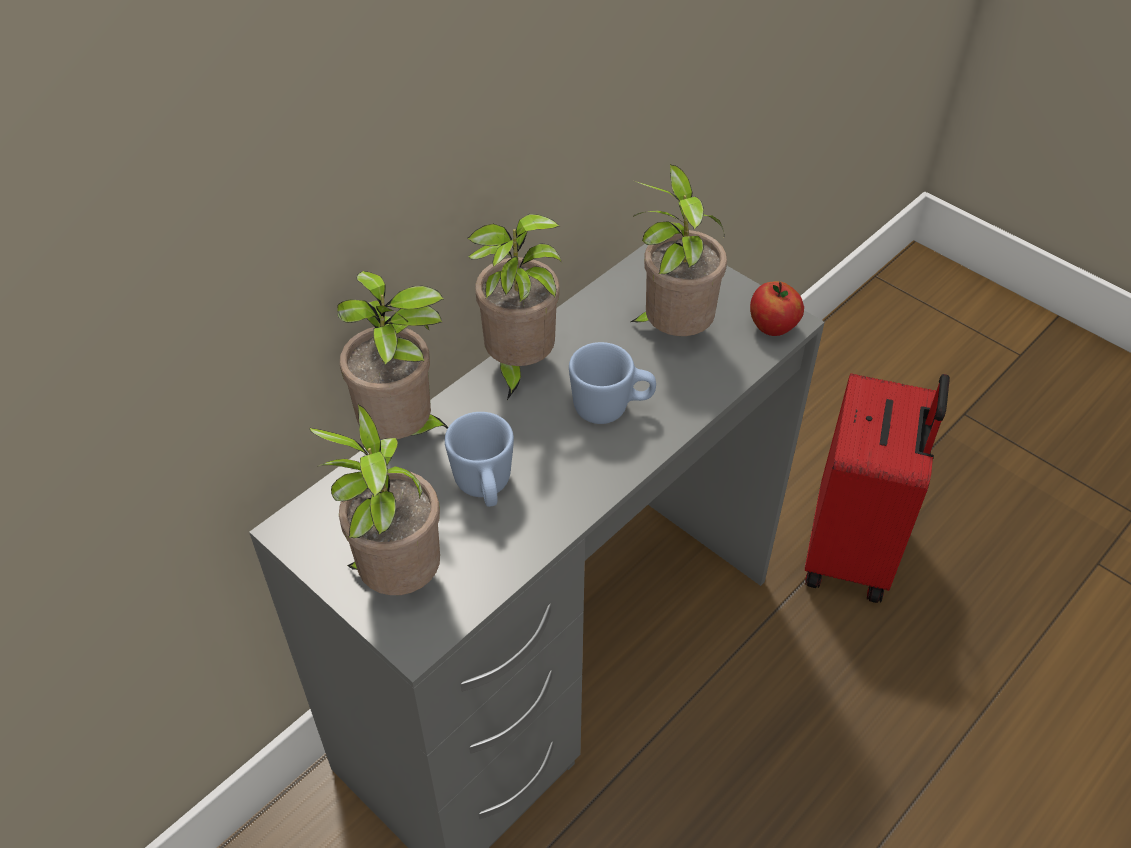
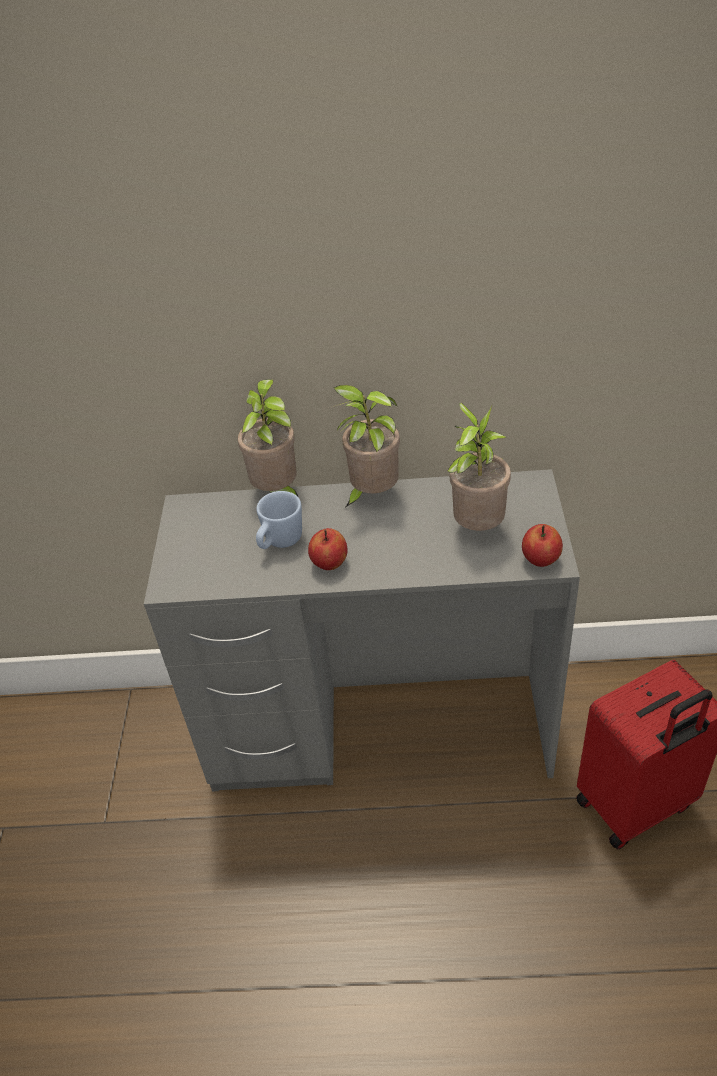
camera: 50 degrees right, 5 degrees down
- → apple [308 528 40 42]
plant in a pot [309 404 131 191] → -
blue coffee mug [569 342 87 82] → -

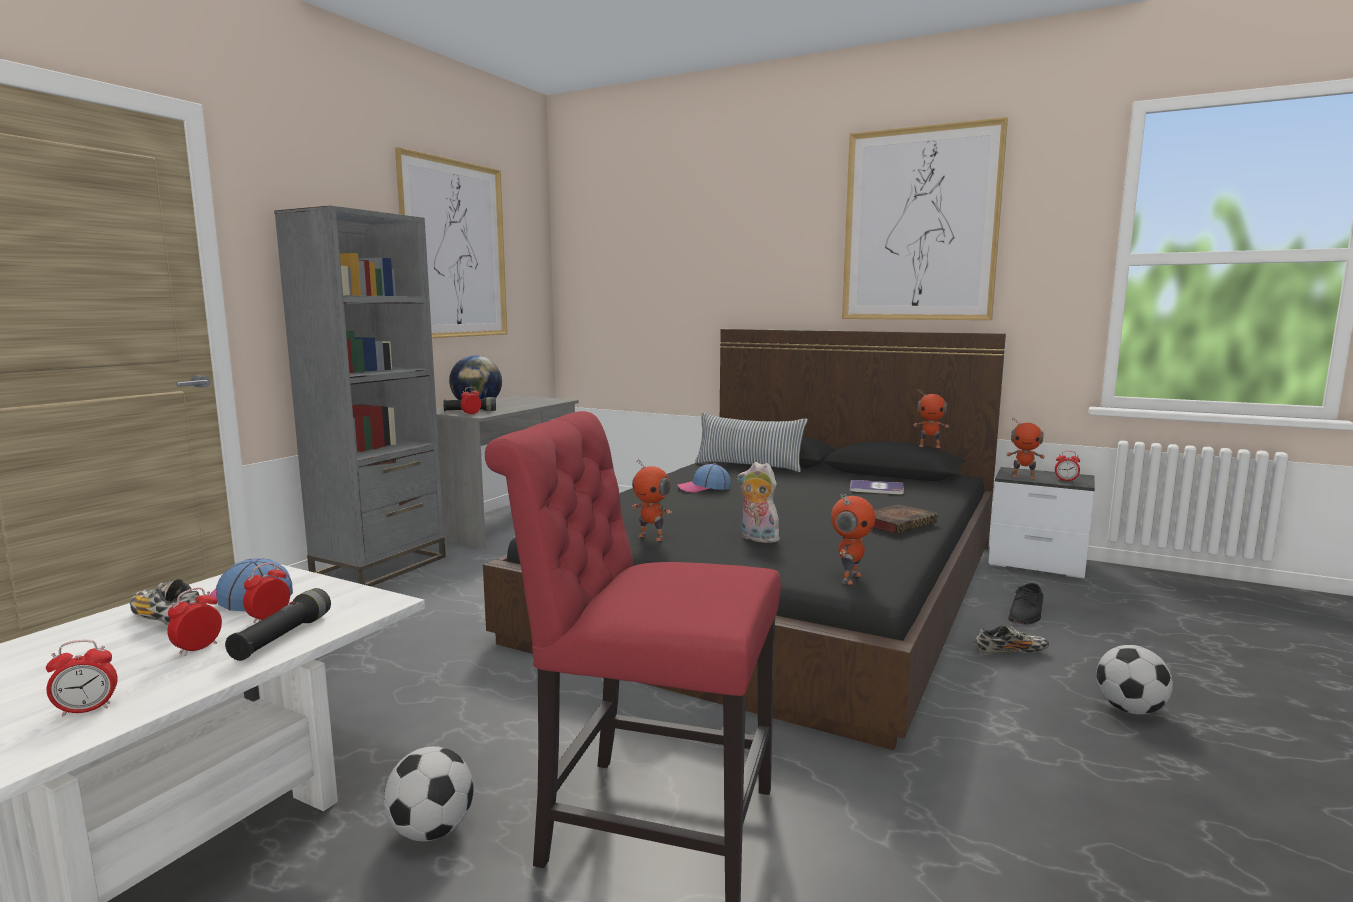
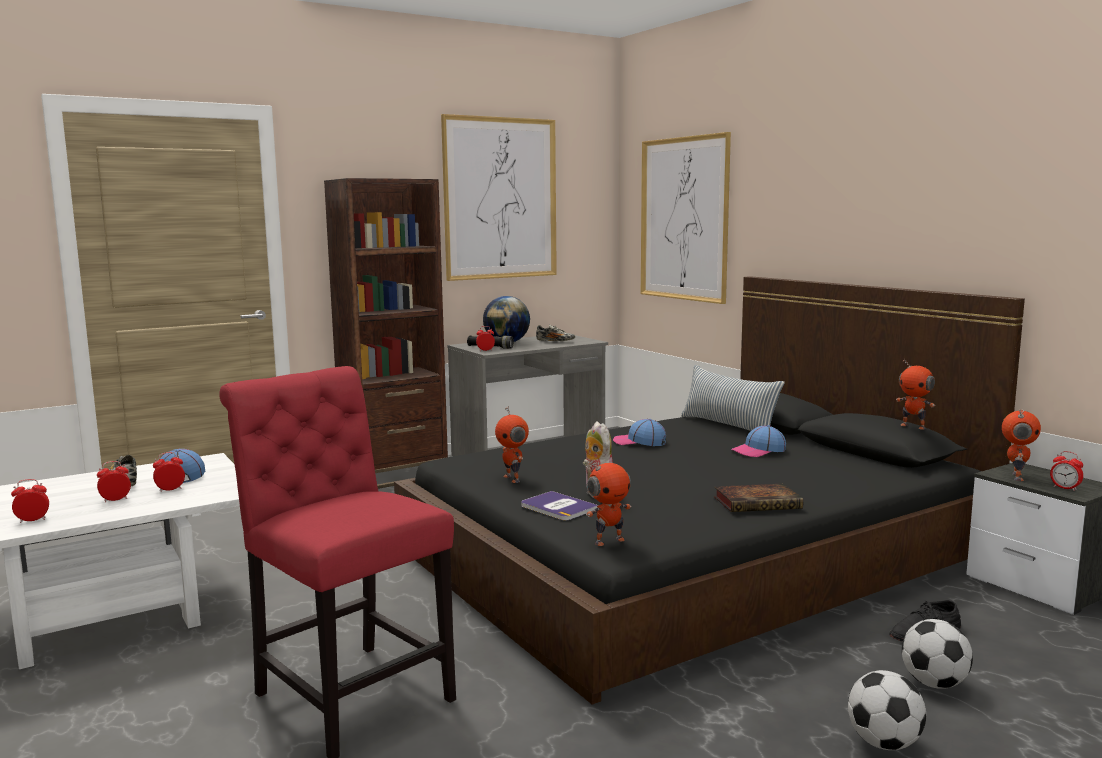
camera: 30 degrees right, 0 degrees up
table clock [46 640 72 76] → table clock [11 479 38 44], 150 degrees clockwise
greyish bookcase [274 206 172 380] → brownish bookcase [324 178 124 311]
bound book [850 480 54 15] → bound book [521 491 77 29], relocated
shoe [975 626 74 28] → shoe [536 324 39 18], relocated
wall art [842 117 166 203] → wall art [641 132 90 172], relocated
- → cap [731 425 55 32]
football ball [384 746 89 95] → football ball [902 619 71 70], relocated
robot figure [1006 417 39 62] → robot figure [1002 410 39 71], 120 degrees counterclockwise
black-coloured torch [225 588 106 73] → -

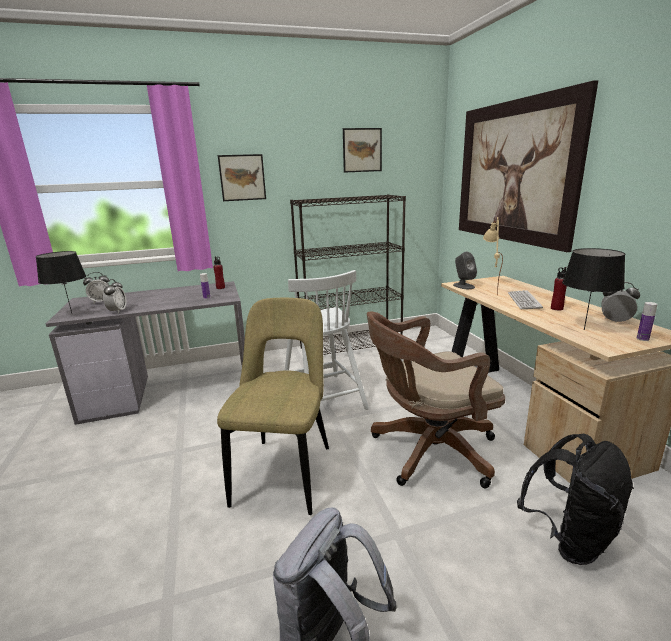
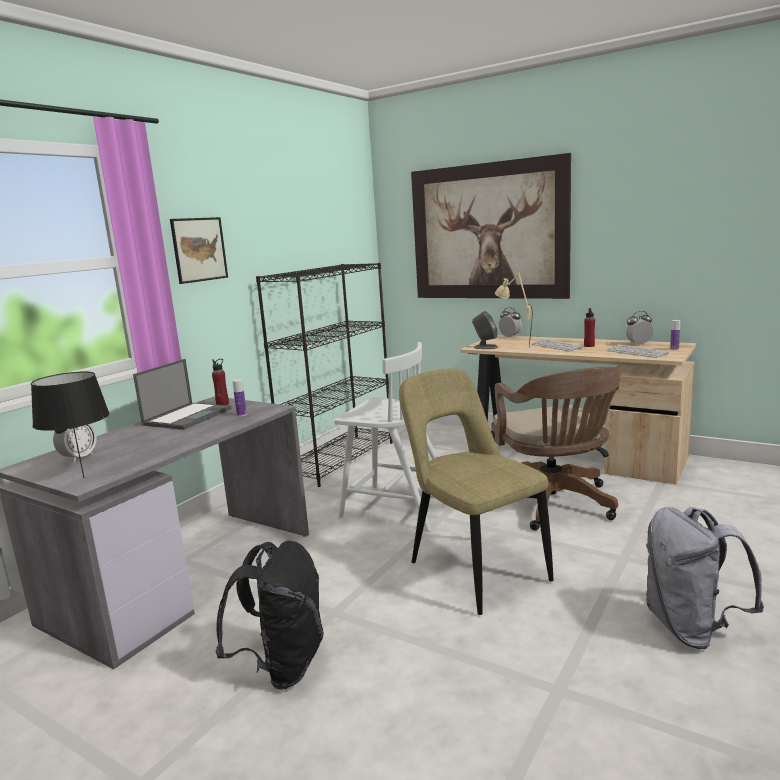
camera: 40 degrees left, 5 degrees down
- → notebook computer [133 359 99 71]
black-coloured backpack [517 434 117 131] → black-coloured backpack [216 541 108 149], relocated
brownish office chair [367 312 138 176] → brownish office chair [491 367 130 163], 45 degrees counterclockwise
table clock [103 279 24 34] → table clock [499 307 23 30], relocated
black-coloured table lamp [562 248 63 82] → keyboard [606 345 63 13]
wall art [343 128 39 45] → -

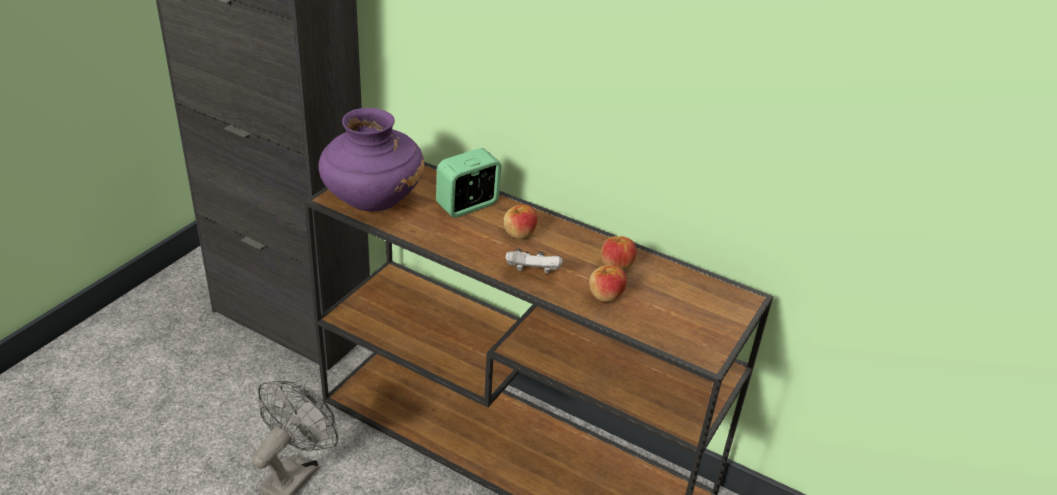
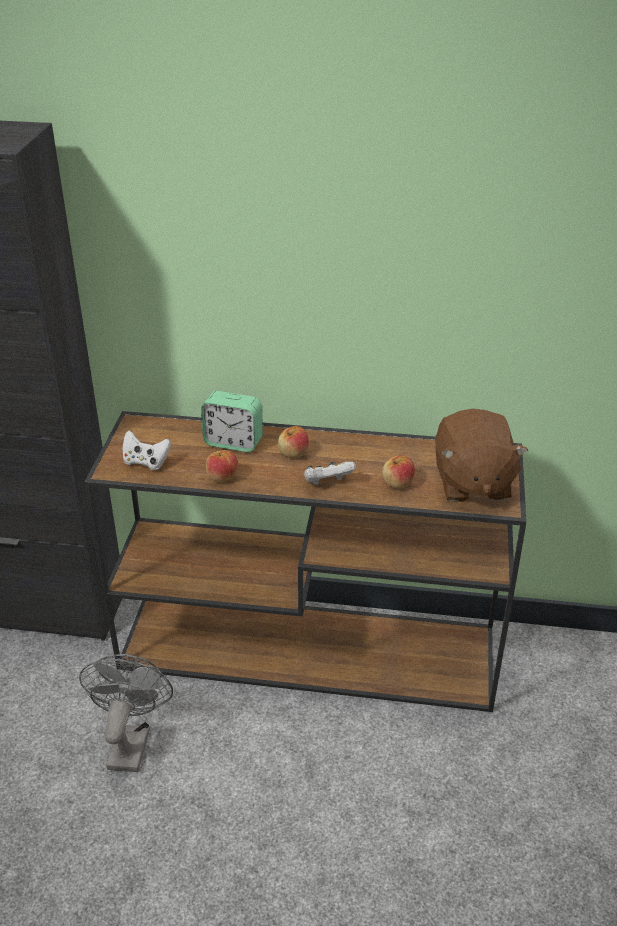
camera: 20 degrees left, 0 degrees up
purple-coloured vase [318 108 106 104] → whitish gamepad [123 431 48 39]
table clock [436 148 65 70] → table clock [201 391 62 61], 105 degrees counterclockwise
apple [601 236 36 34] → apple [206 450 32 32], relocated
- → brownish soft toy [435 409 93 93]

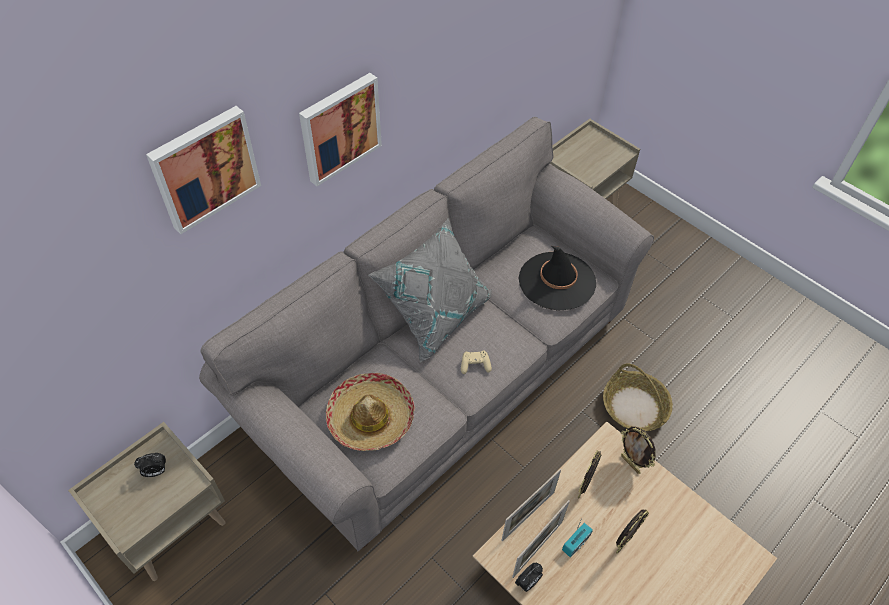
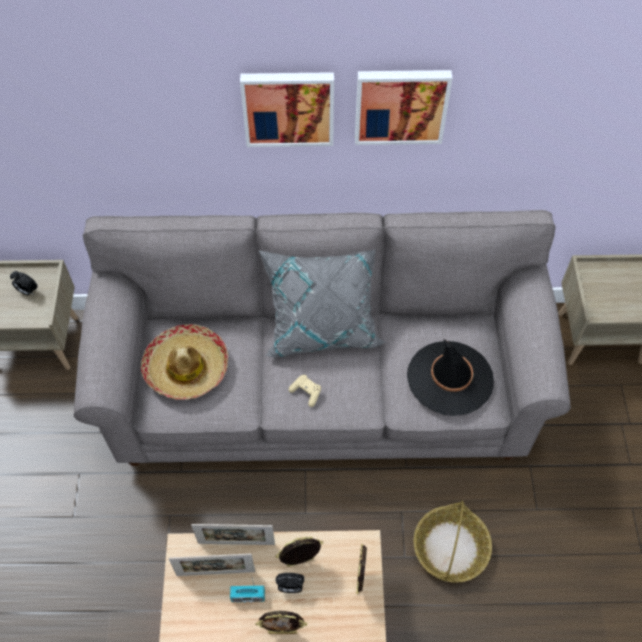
camera: 45 degrees right, 5 degrees up
table clock [515 563 28 29] → table clock [276 573 28 20], relocated
wall art [146 106 115 128] → wall art [355 70 98 75], relocated

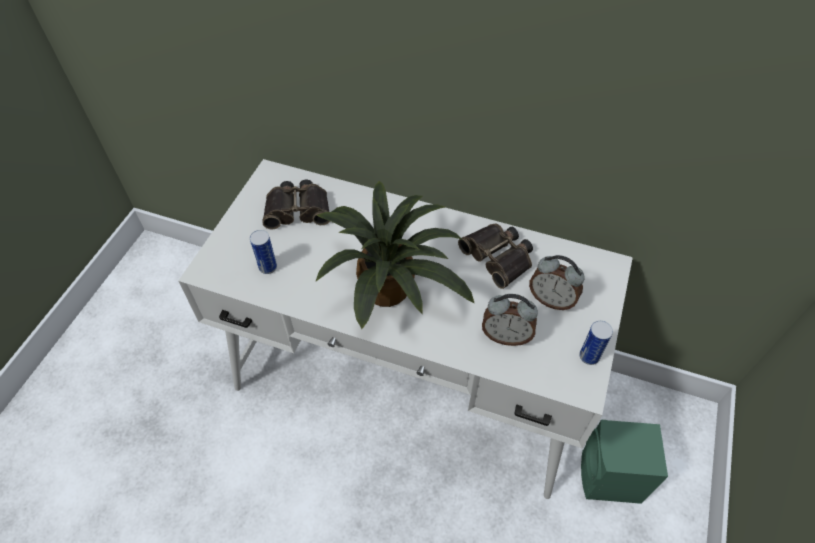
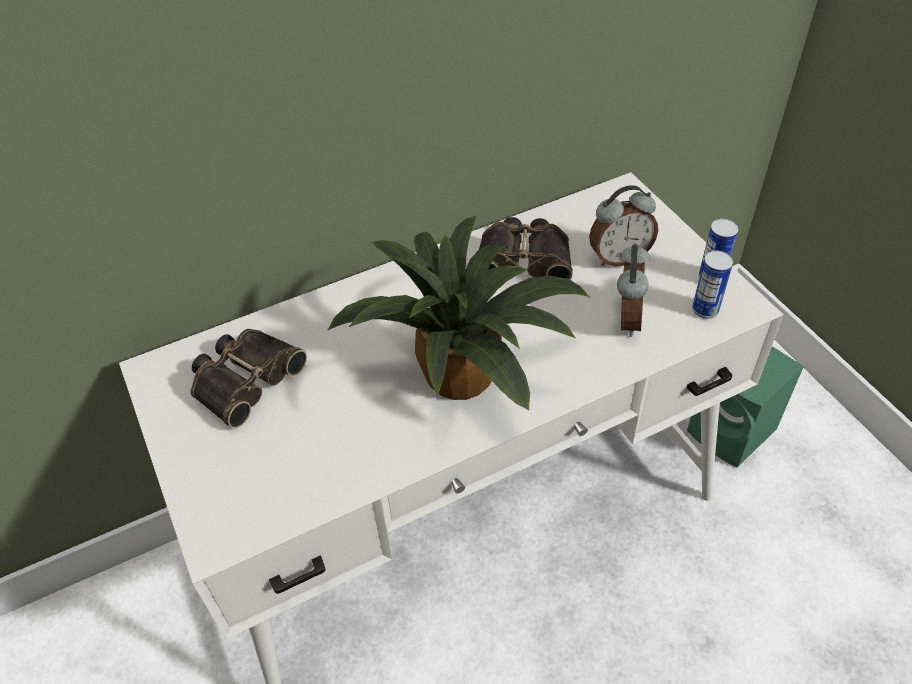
camera: 45 degrees left, 5 degrees down
table clock [482 294 56 52] → table clock [617 243 33 94], 45 degrees counterclockwise
can [250 230 27 44] → can [692 251 41 68], relocated

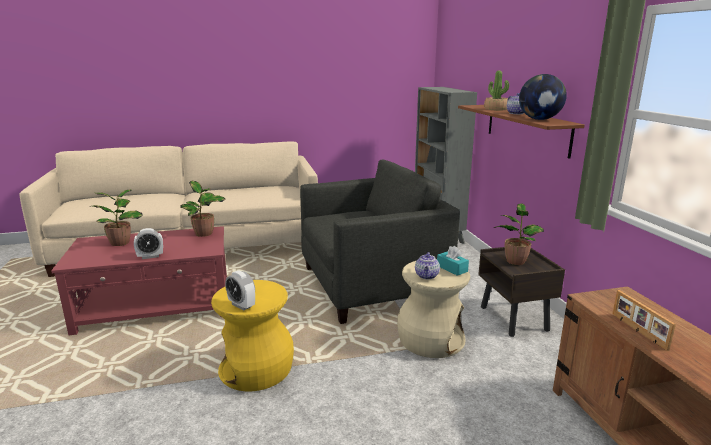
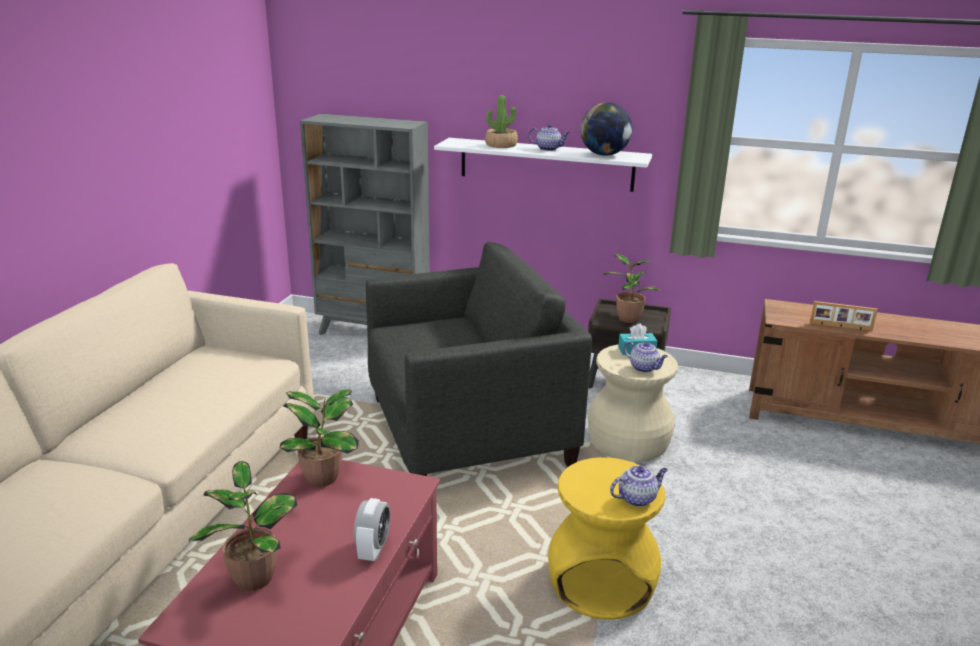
camera: 60 degrees left, 5 degrees up
greyish easy chair [300 159 160 165] → greyish easy chair [366 242 226 234], 60 degrees clockwise
brownish wall shelf [458 105 127 54] → whitish wall shelf [434 138 218 54]
table clock [225 270 30 40] → teapot [610 466 58 41]

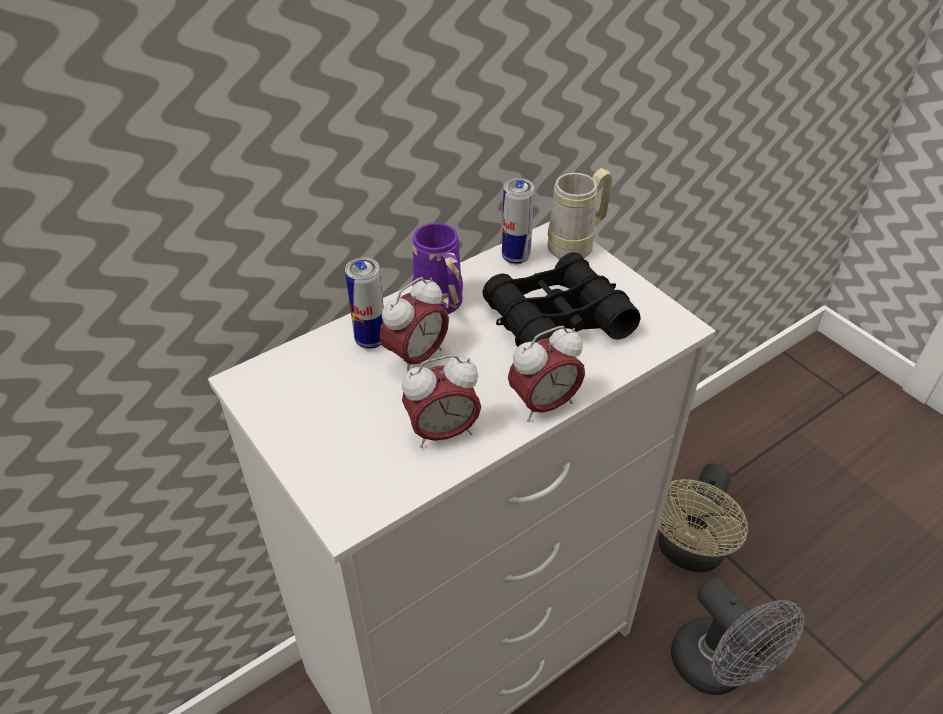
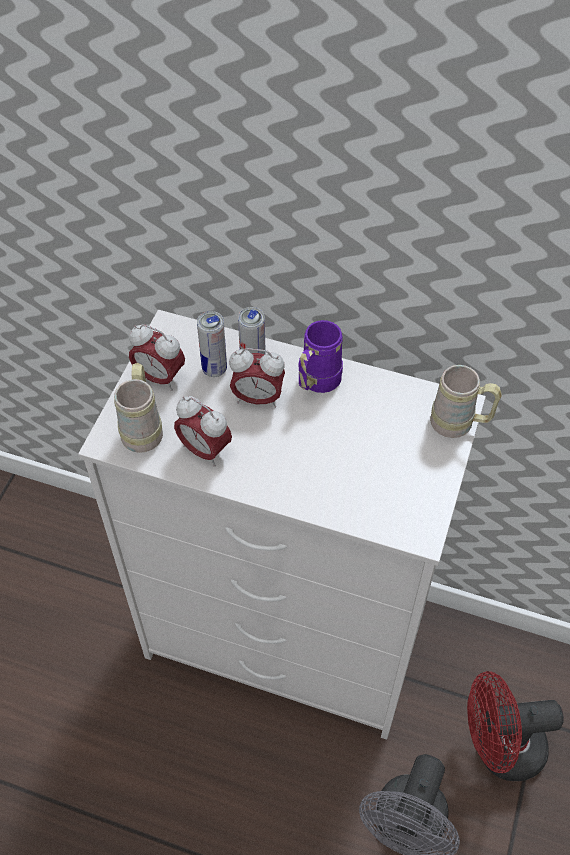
camera: 55 degrees right, 10 degrees up
- → sand-coloured coffee mug [114 363 49 90]
table clock [508 326 77 96] → table clock [129 324 56 66], relocated
can [502 178 32 86] → can [197 311 30 66], relocated
sand-coloured fan [658 463 90 110] → red fan [467 671 97 110]
black-coloured field glasses [482 252 159 95] → -

